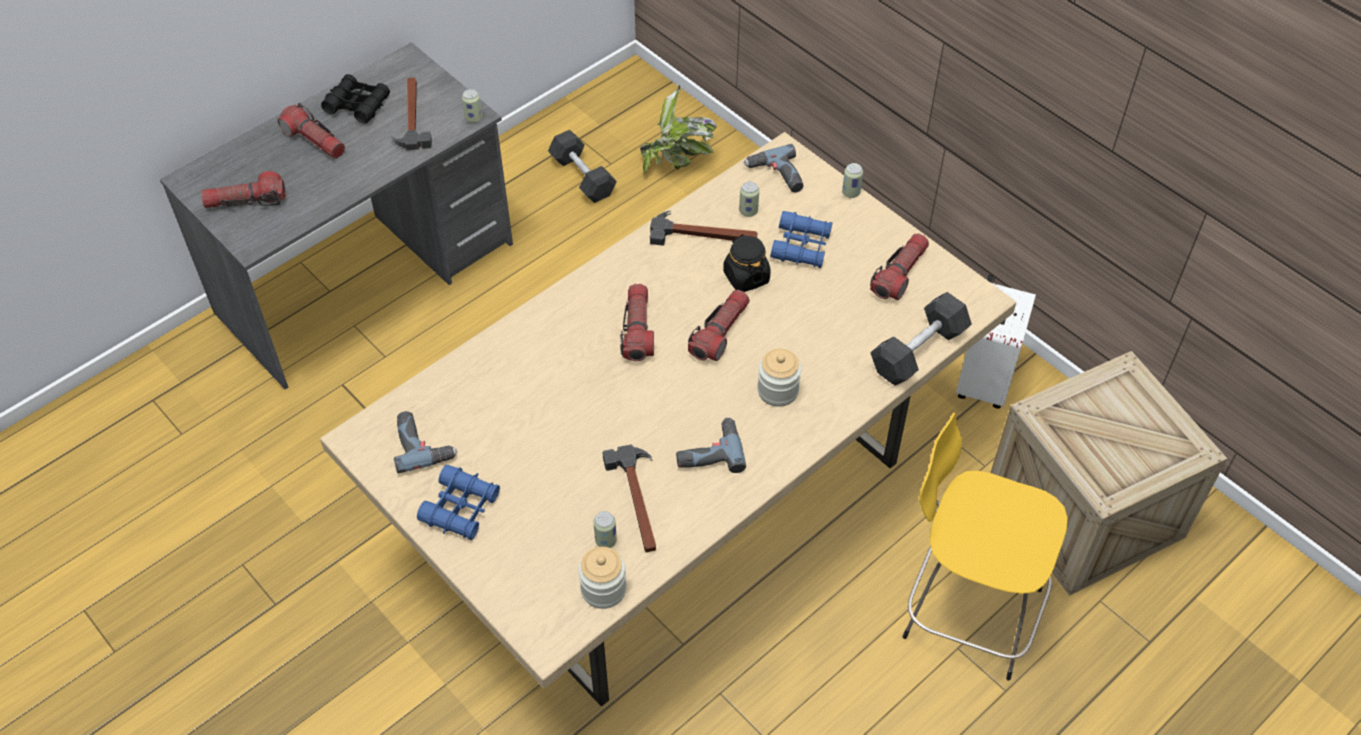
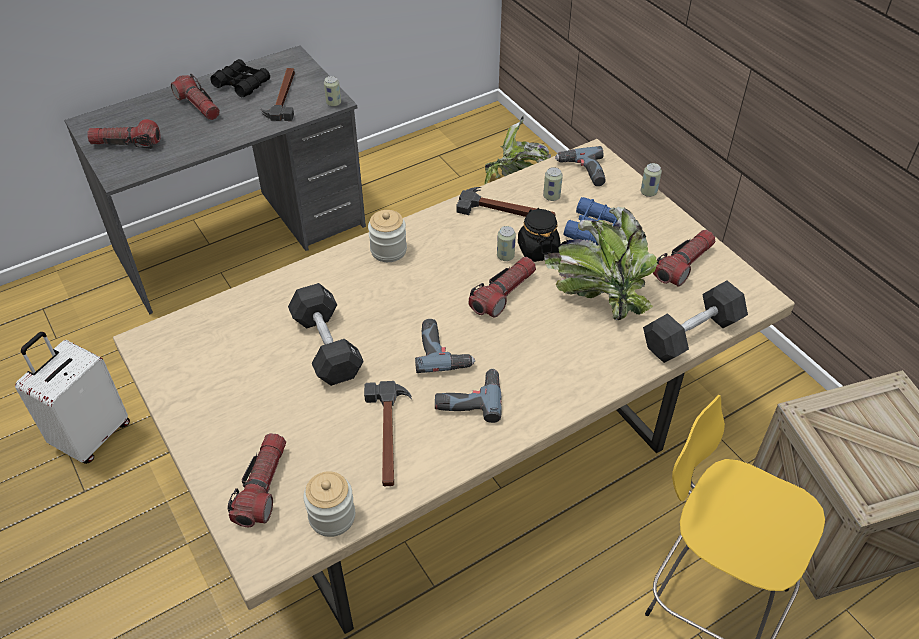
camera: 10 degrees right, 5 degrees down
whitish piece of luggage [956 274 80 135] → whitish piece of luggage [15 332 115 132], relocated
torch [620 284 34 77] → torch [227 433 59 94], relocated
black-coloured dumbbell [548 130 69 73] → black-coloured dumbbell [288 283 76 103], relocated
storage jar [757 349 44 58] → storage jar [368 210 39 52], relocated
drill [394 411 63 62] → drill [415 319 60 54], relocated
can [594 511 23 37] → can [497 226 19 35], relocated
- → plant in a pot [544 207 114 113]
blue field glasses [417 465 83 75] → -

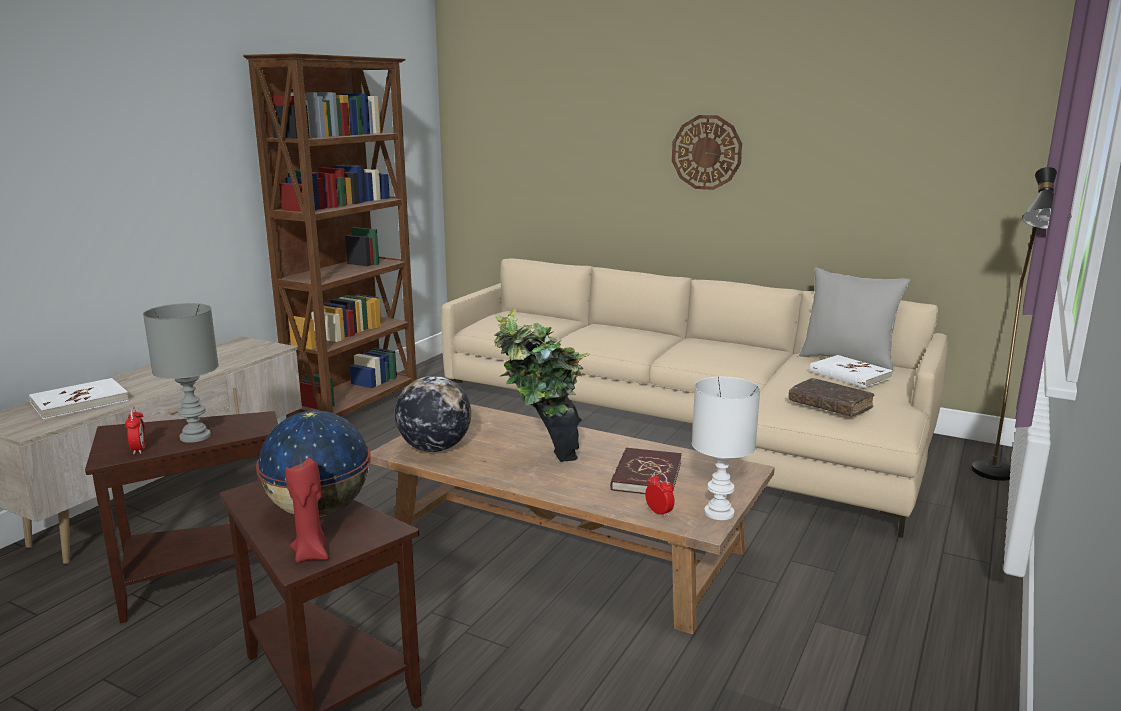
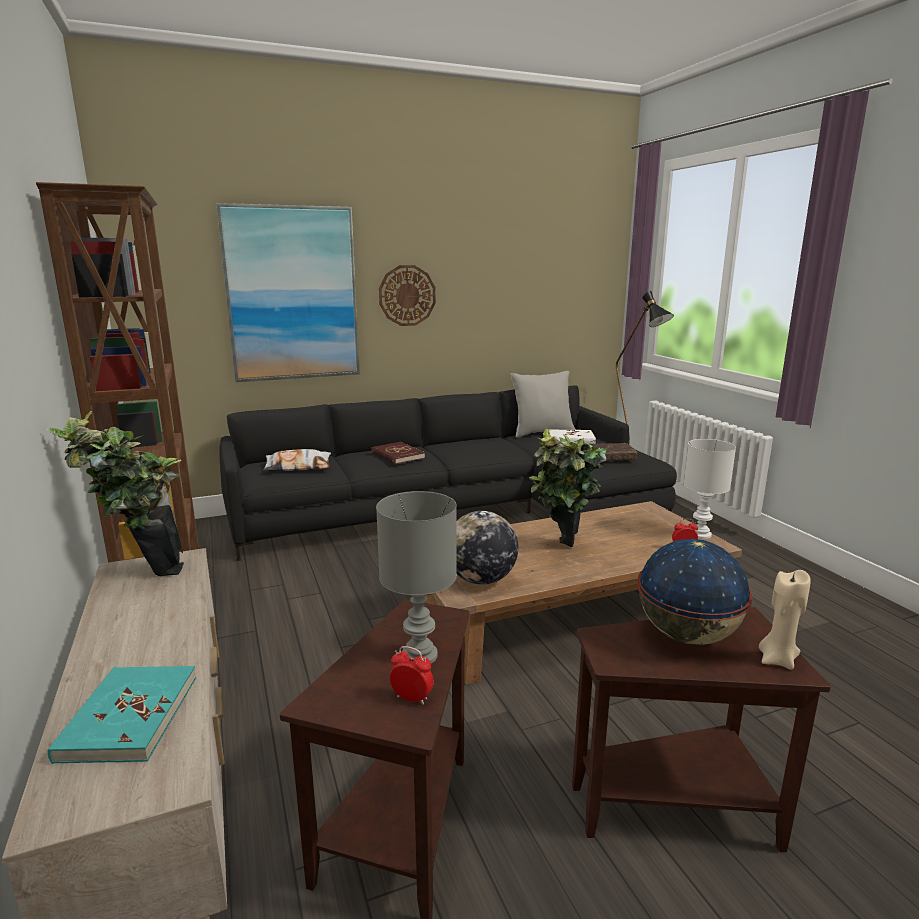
camera: 50 degrees left, 0 degrees up
- → plant in a pot [47 411 137 165]
whitish bound book [29 378 100 41] → turquoise-coloured bound book [48 666 148 98]
- → wall art [216 203 144 179]
sand-coloured sofa [441 259 507 279] → black-coloured sofa [219 385 458 176]
- → throw pillow [263 449 68 22]
red bound book [610 447 72 47] → red bound book [371 442 54 23], relocated
red wax candle [285 458 44 105] → sand-coloured wax candle [759 570 52 100]

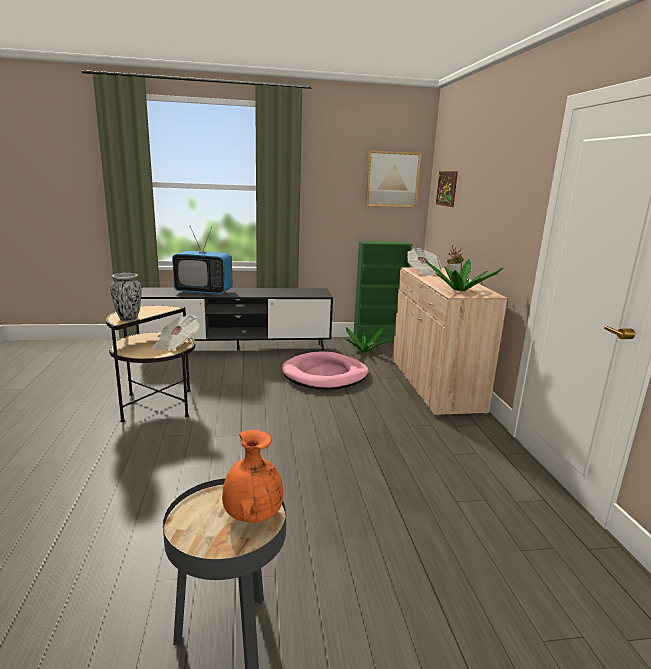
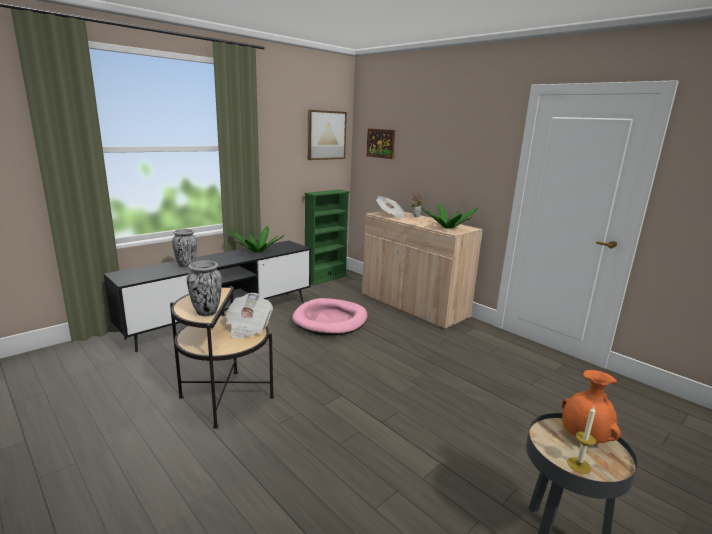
camera: 35 degrees left, 0 degrees up
television [172 227 61 68] → vase [172 229 25 38]
plant in a pot [344 327 44 26] → plant in a pot [230 225 55 27], relocated
- → wax candle [567 406 30 68]

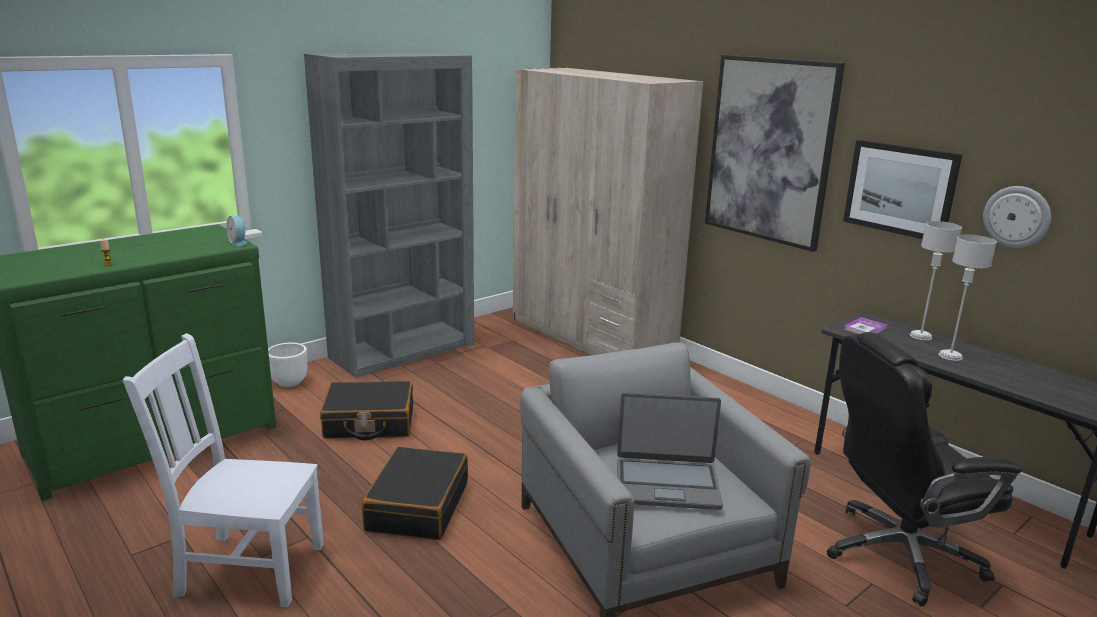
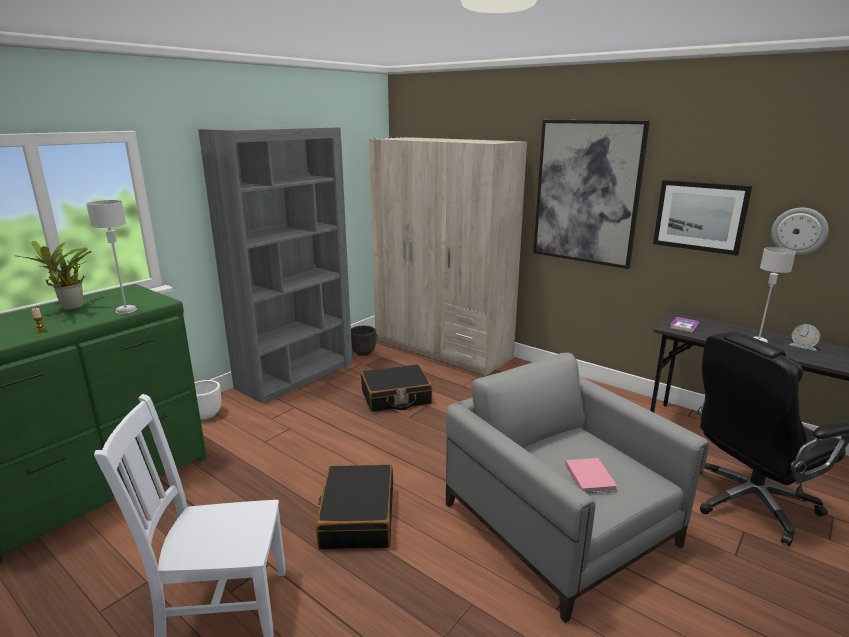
camera: 10 degrees left, 0 degrees up
- → plant in a pot [14 241 77 70]
greyish table lamp [910 221 52 119] → greyish table lamp [86 200 51 114], relocated
- → black-coloured plant pot [351 325 25 31]
black-coloured piece of luggage [320 381 93 59] → black-coloured piece of luggage [361 364 71 48], relocated
notebook computer [617 393 106 117] → pinkish bound book [565 458 52 35]
table clock [227 215 20 31] → table clock [789 324 31 27], relocated

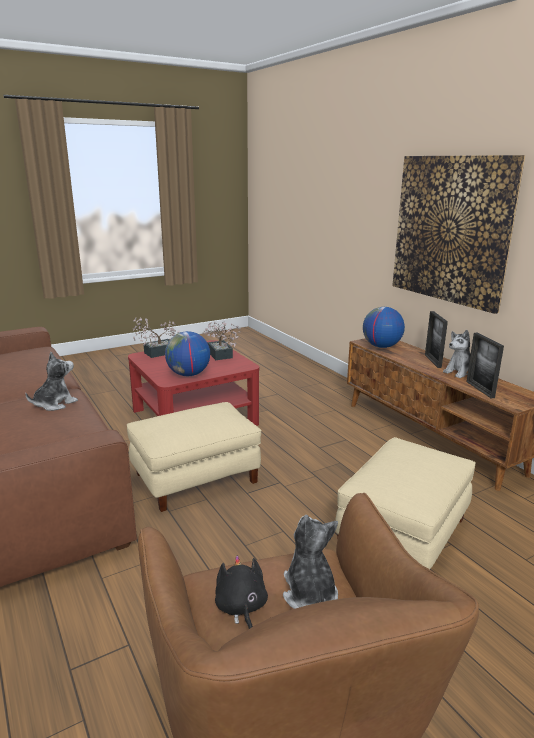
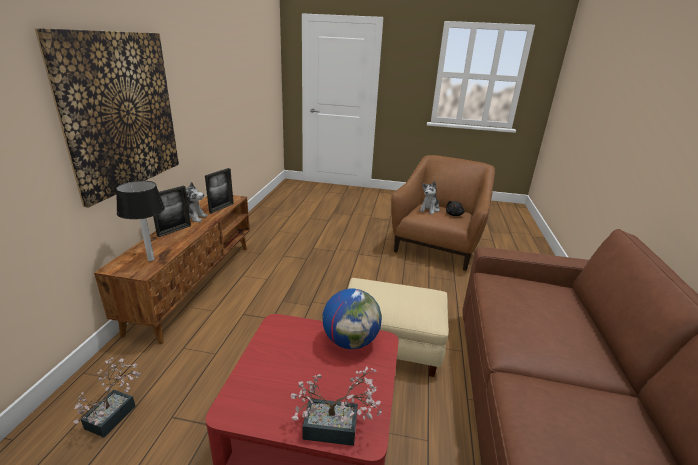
camera: 140 degrees left, 5 degrees up
plant in a pot [202 321 38 39] → plant in a pot [73 357 68 80], relocated
desk globe [363 307 42 41] → table lamp [116 181 49 80]
soft toy [25 352 53 59] → -
sand-coloured pouffe [335 437 141 132] → -

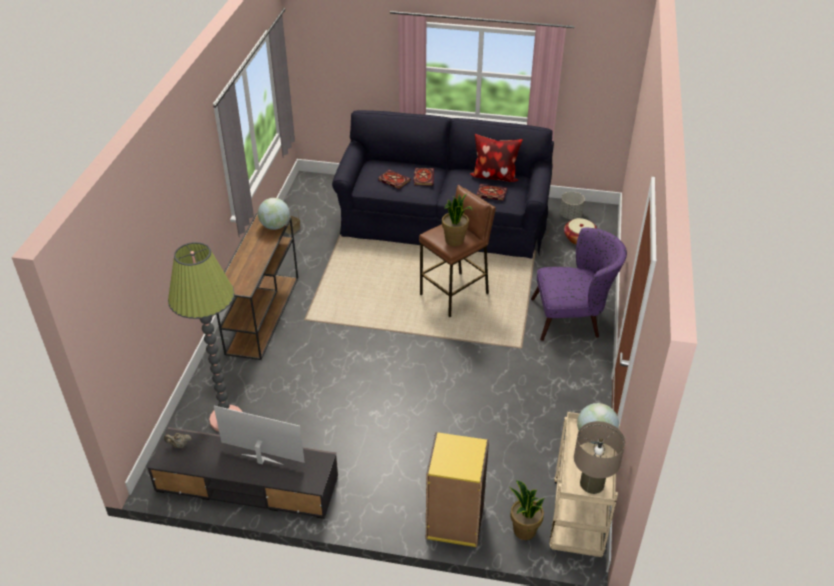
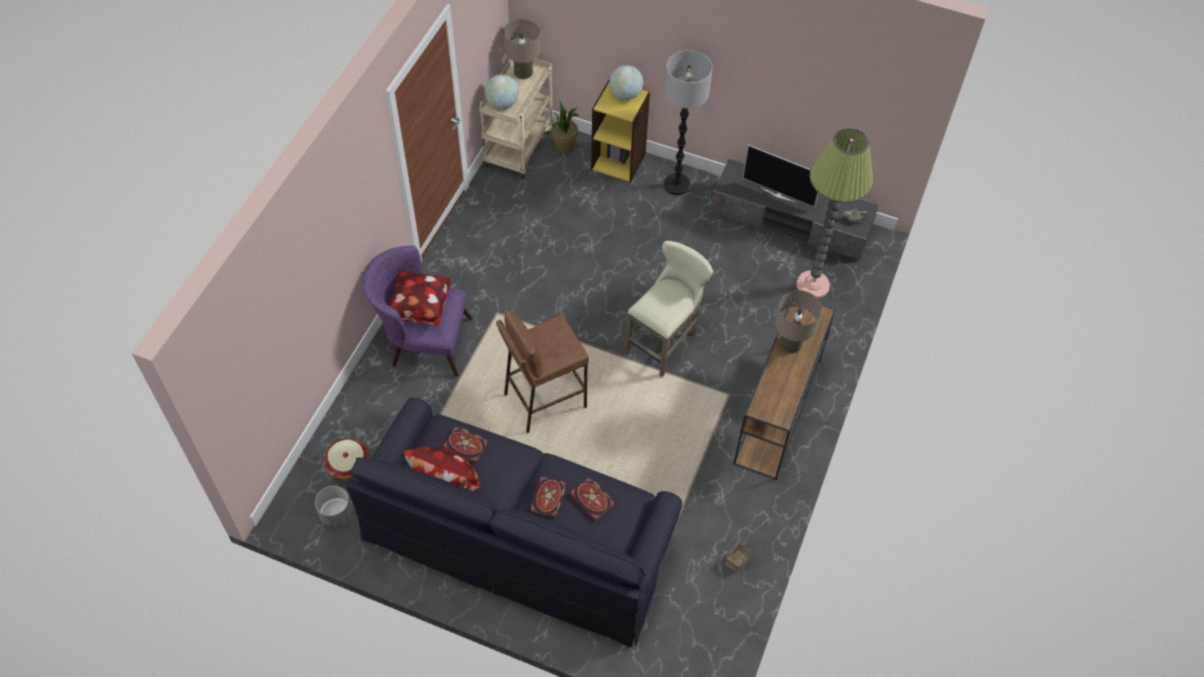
camera: 170 degrees left, 15 degrees up
- → throw pillow [389 270 61 58]
desk globe [258 198 32 32] → desk globe [609 65 34 35], relocated
- → sand-coloured sitting stool [624 240 90 137]
- → floor lamp [664 50 48 145]
- → sand-coloured table lamp [775 290 47 63]
plant in a pot [442 194 30 52] → -

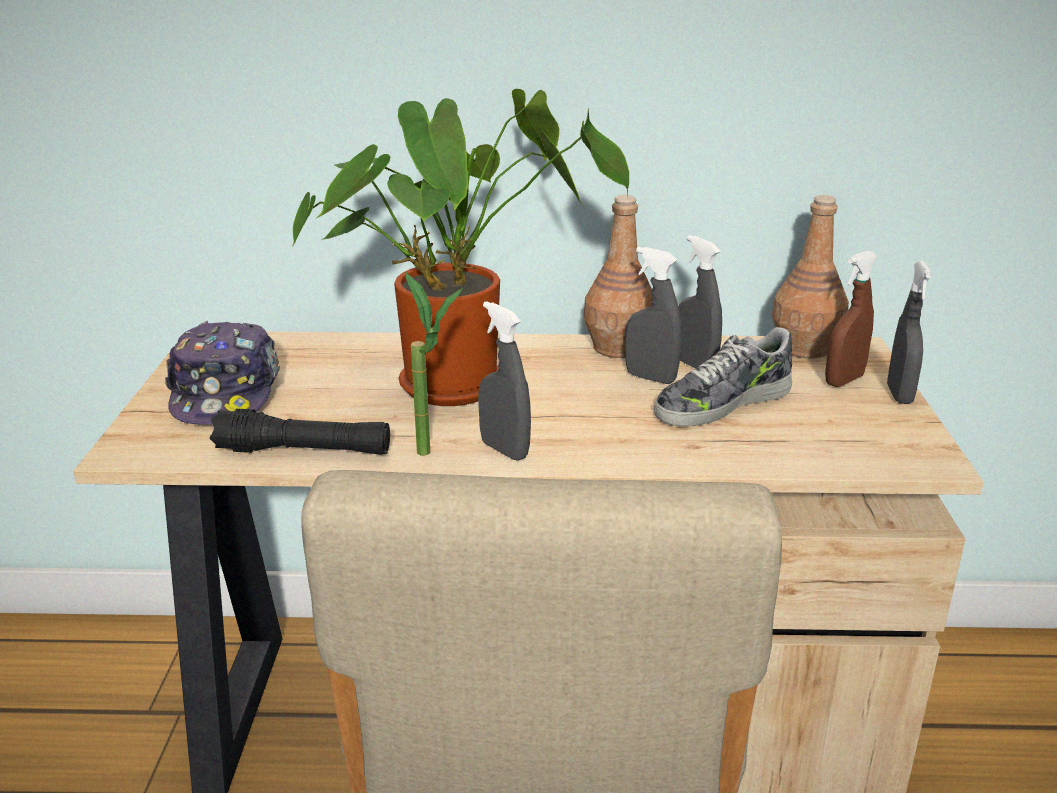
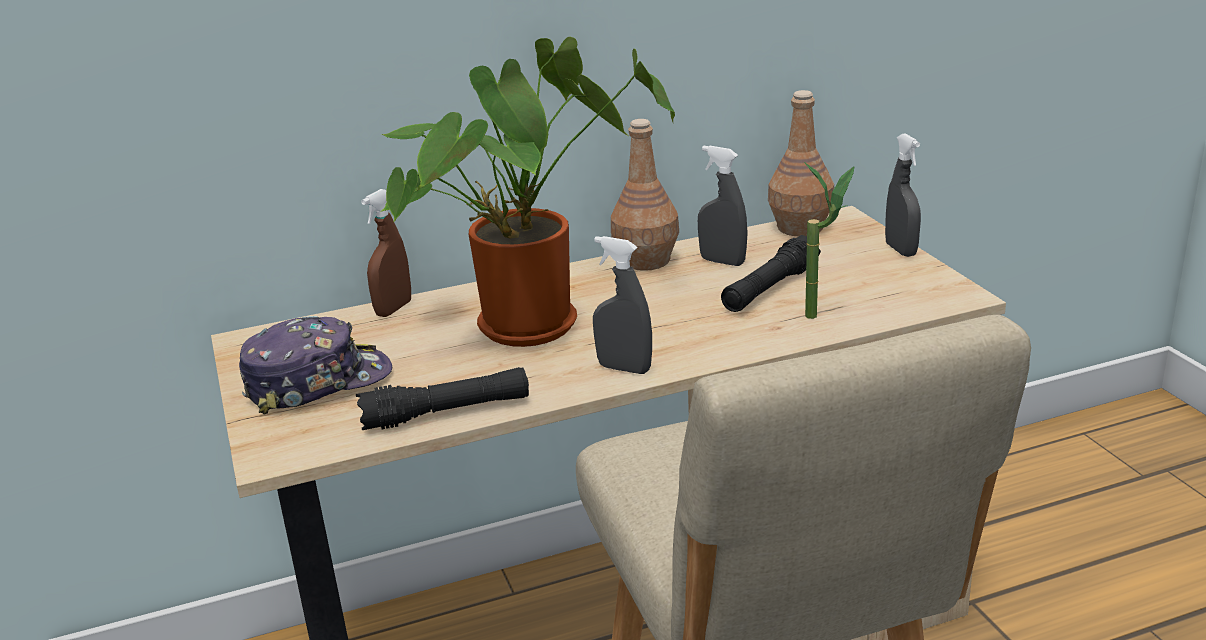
camera: 20 degrees left, 0 degrees up
cap [165 321 115 104] → cap [239 316 153 98], 90 degrees counterclockwise
brownish spray bottle [825 250 52 137] → brownish spray bottle [361 189 50 128], relocated
shoe [654 327 138 100] → black-coloured torch [721 235 100 77]
plant in a pot [405 272 58 184] → plant in a pot [804 162 51 157], relocated
greyish spray bottle [625 247 57 137] → -

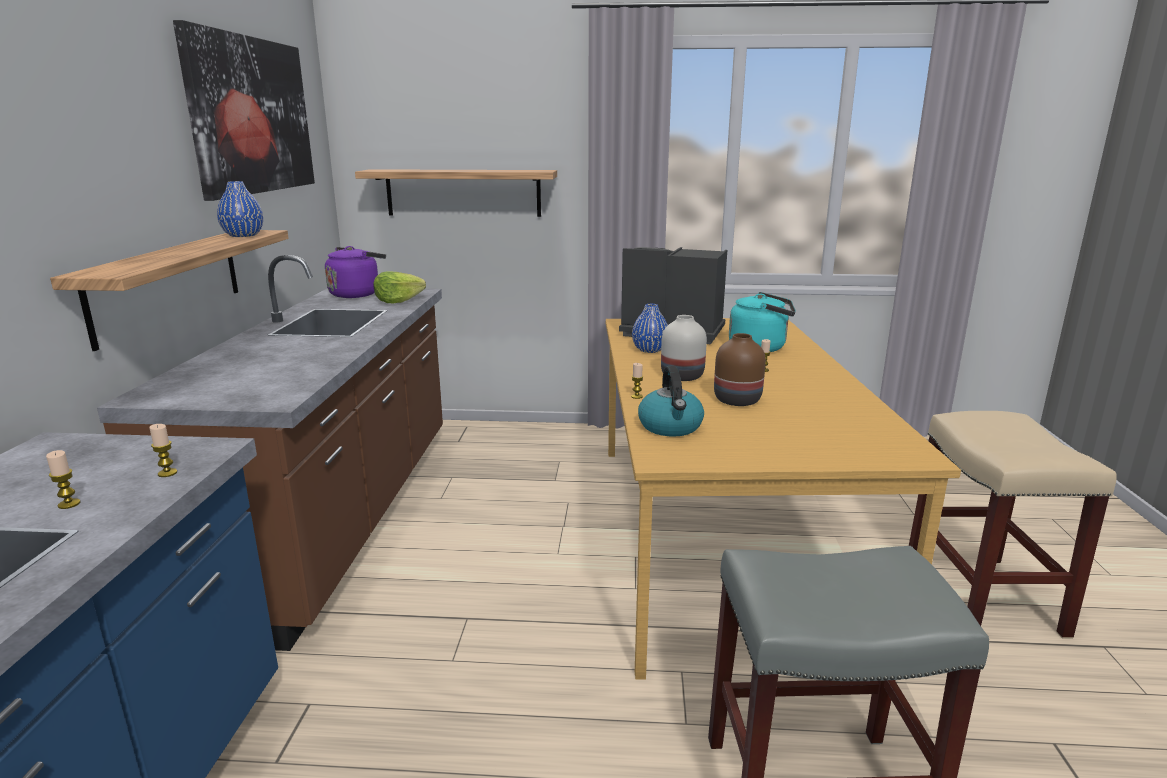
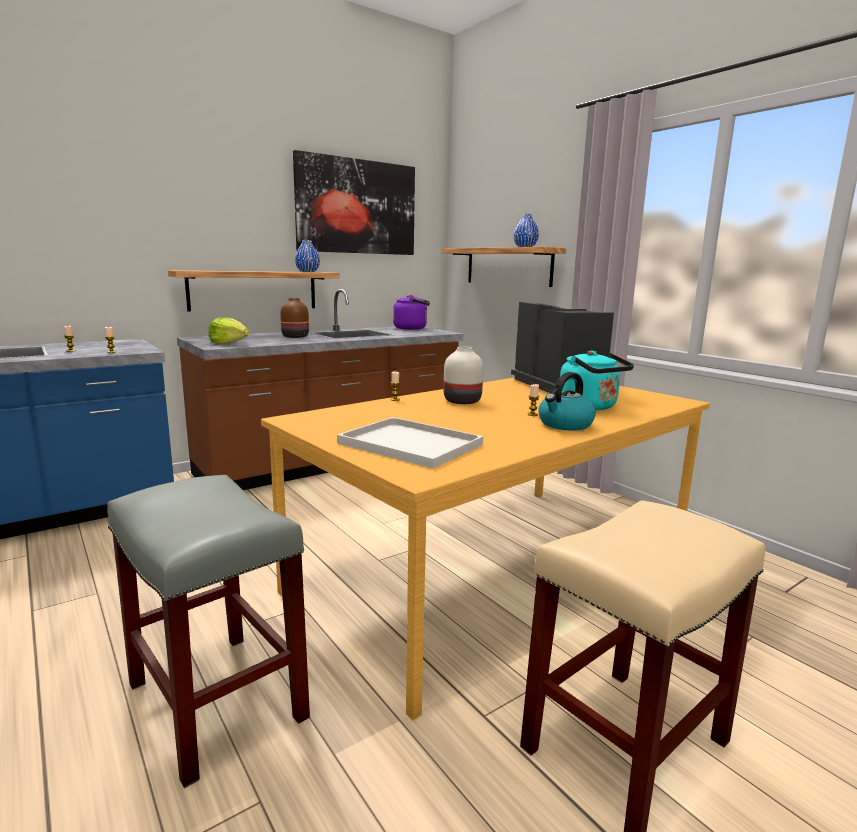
camera: 50 degrees right, 5 degrees down
lettuce head [374 271 52 32] → lettuce head [208 317 41 27], relocated
brownish vase [714 333 52 73] → brownish vase [280 298 29 40], relocated
- → whitish tray [337 417 147 52]
blue vase [632 304 36 49] → blue vase [513 214 26 33], relocated
tea kettle [638 366 66 70] → tea kettle [538 372 58 59], relocated

